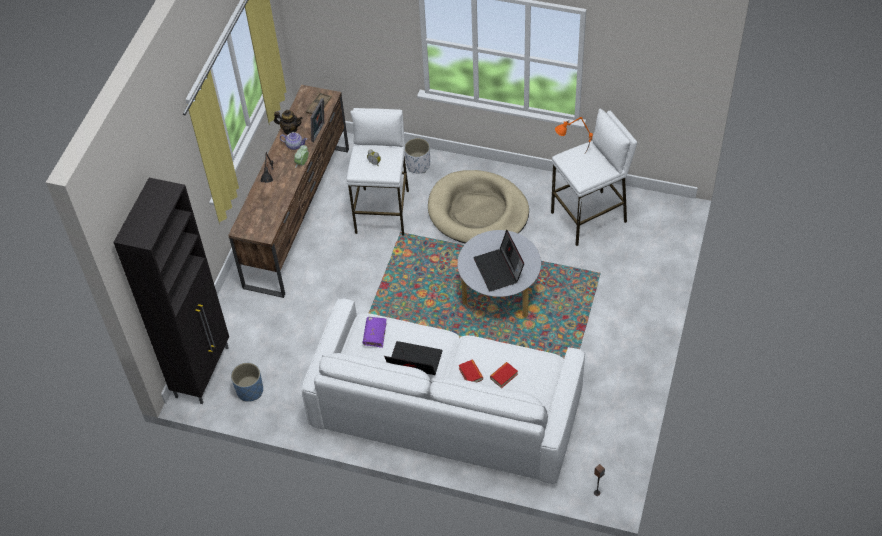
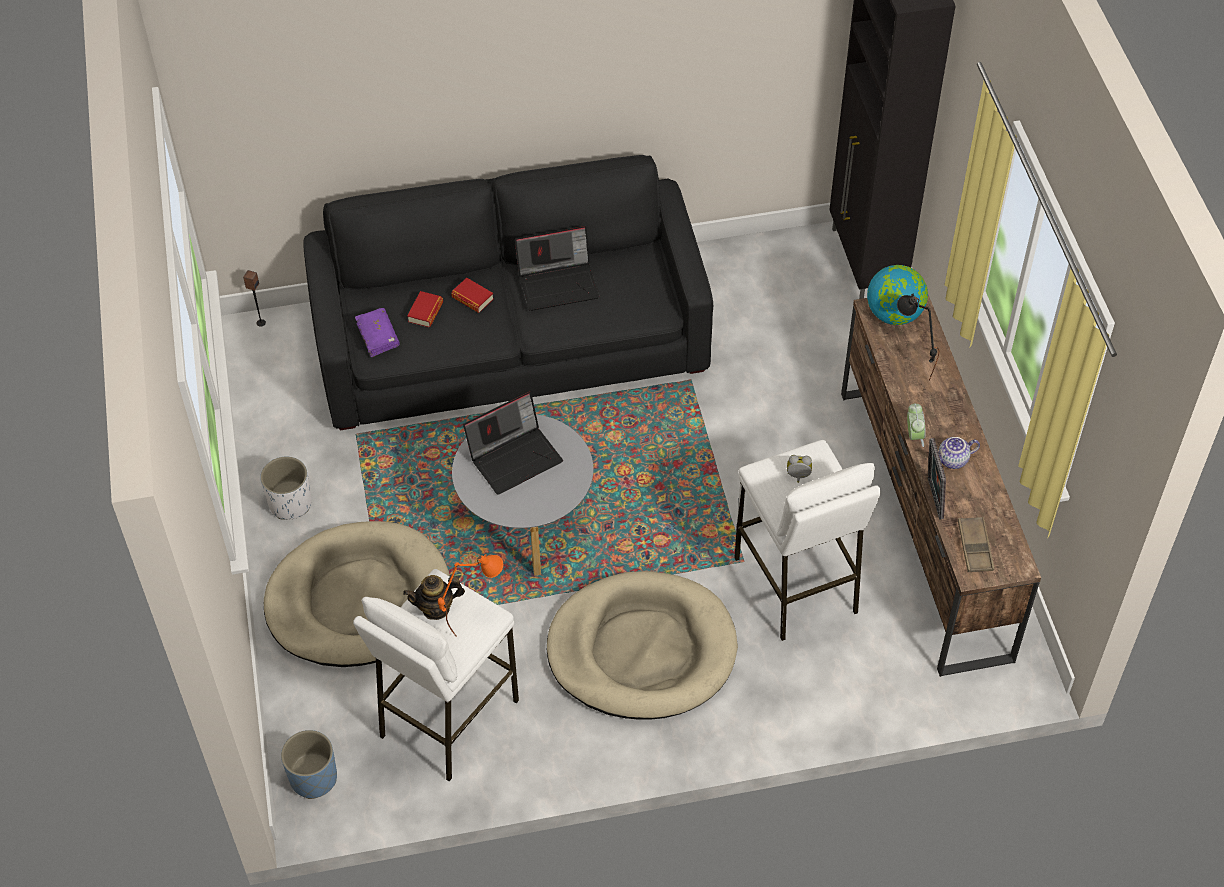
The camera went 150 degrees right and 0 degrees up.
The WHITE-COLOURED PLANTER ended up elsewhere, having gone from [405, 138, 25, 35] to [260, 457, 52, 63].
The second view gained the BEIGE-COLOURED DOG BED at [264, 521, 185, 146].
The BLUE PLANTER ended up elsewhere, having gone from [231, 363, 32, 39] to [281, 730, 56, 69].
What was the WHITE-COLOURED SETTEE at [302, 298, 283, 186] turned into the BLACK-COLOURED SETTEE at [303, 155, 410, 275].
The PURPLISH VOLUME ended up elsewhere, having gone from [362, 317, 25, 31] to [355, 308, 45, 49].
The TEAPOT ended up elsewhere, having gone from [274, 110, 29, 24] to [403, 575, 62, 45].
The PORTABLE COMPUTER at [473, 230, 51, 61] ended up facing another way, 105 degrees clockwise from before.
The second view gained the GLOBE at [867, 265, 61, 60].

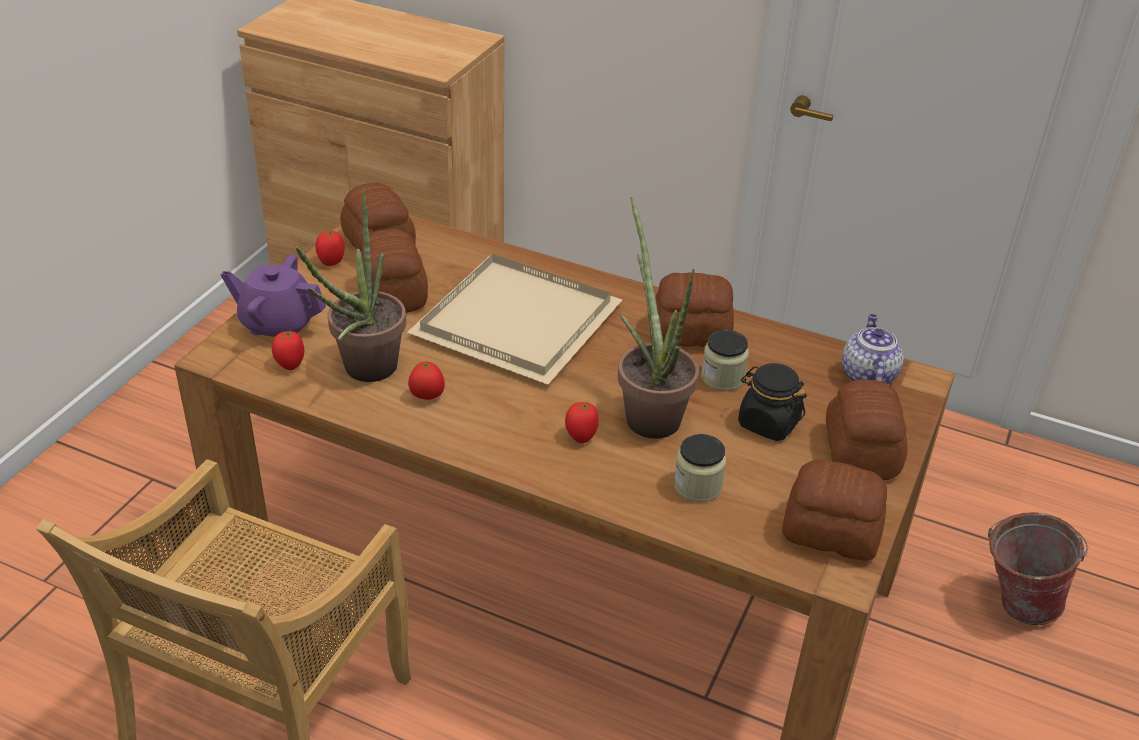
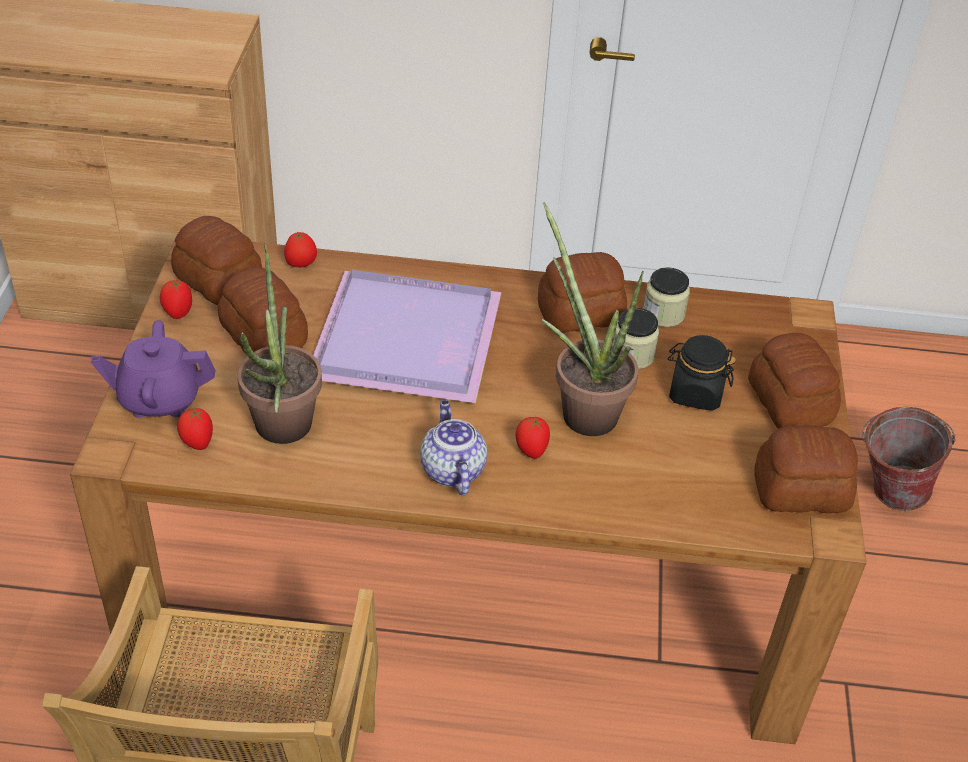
The camera went 20 degrees left and 5 degrees up.
The TOMATO ended up elsewhere, having gone from [408, 361, 37, 39] to [284, 232, 33, 35].
What was the BEIGE-COLOURED CARRYING TRAY at [407, 254, 215, 130] turned into the PURPLISH CARRYING TRAY at [313, 270, 189, 133].
The TEAPOT ended up elsewhere, having gone from [842, 314, 62, 70] to [420, 400, 67, 95].
The STORAGE JAR ended up elsewhere, having gone from [674, 434, 52, 68] to [643, 267, 47, 60].

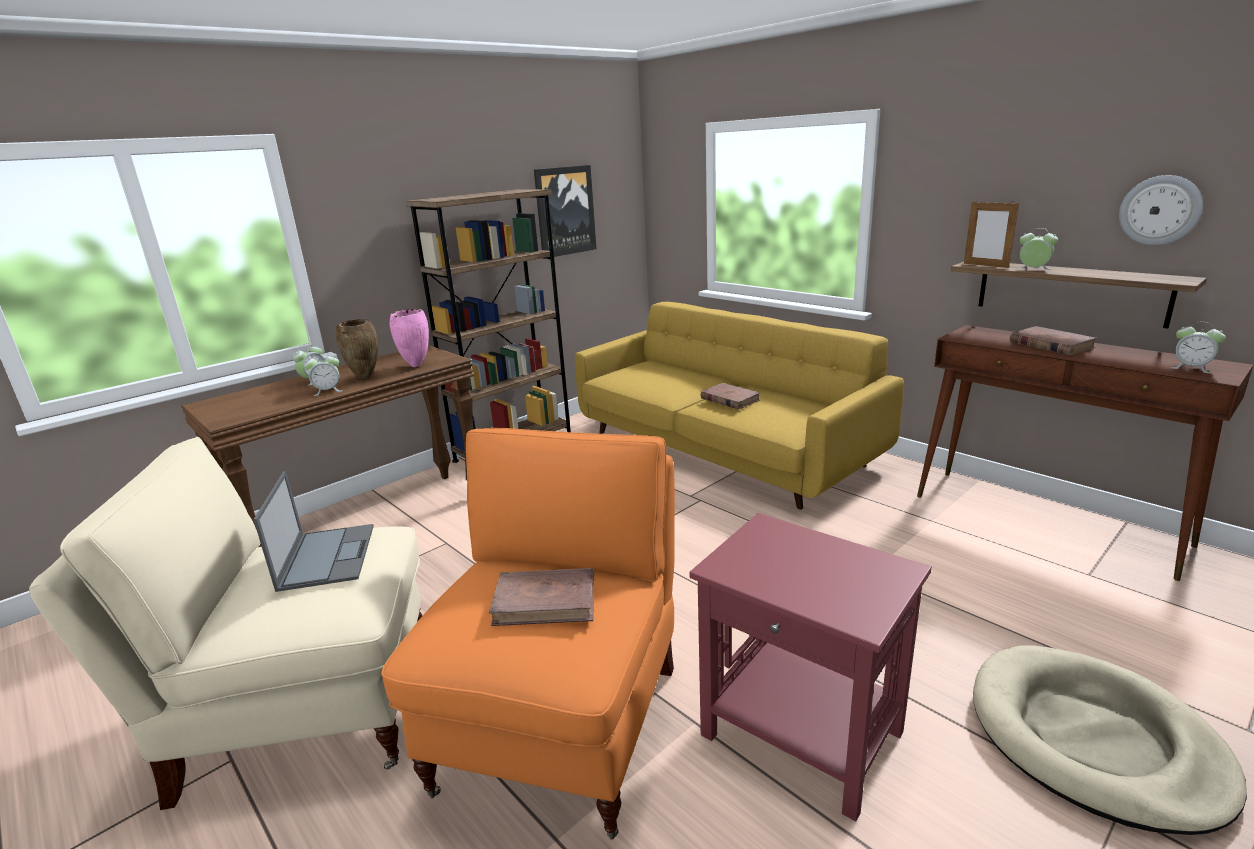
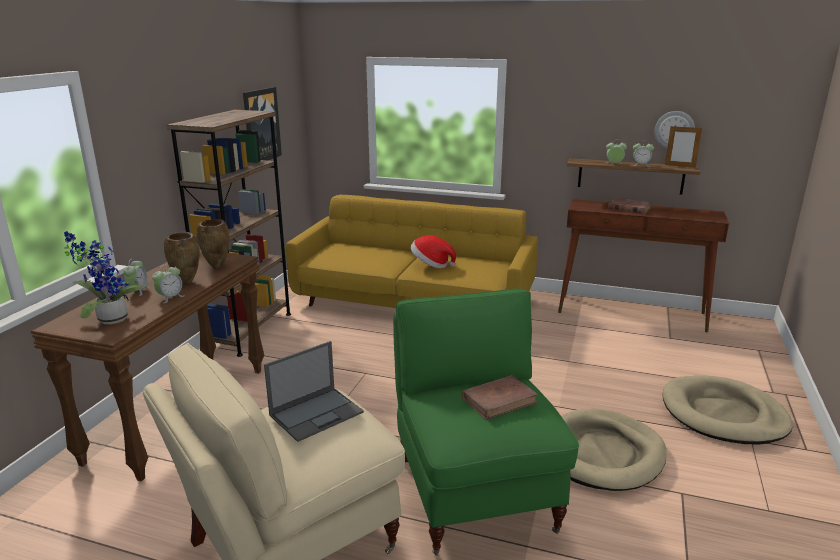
The camera went 30 degrees left and 0 degrees up.
The second view gained the PLANT IN A POT at [64, 231, 78, 93].
What was the PINK FLOWER VASE at [390, 309, 39, 58] turned into the BROWN FLOWER VASE at [197, 219, 33, 50].
The PORTABLE COMPUTER at [253, 471, 121, 121] ended up facing another way, 90 degrees clockwise from before.
What was the ORANGEY LOUNGE CHAIR at [381, 428, 294, 412] turned into the GREEN LOUNGE CHAIR at [393, 289, 186, 266].
Where the BROWN VOLUME stood at [701, 383, 59, 27], the WEARABLE HAT came to stand at [411, 235, 45, 33].
Where the RED END TABLE stood at [689, 513, 243, 309], the BEIGE-COLOURED DOG BED came to stand at [561, 408, 106, 83].
The ALARM CLOCK ended up elsewhere, having gone from [1171, 322, 55, 51] to [633, 140, 21, 27].
The PICTURE FRAME ended up elsewhere, having gone from [964, 202, 55, 66] to [665, 125, 37, 43].

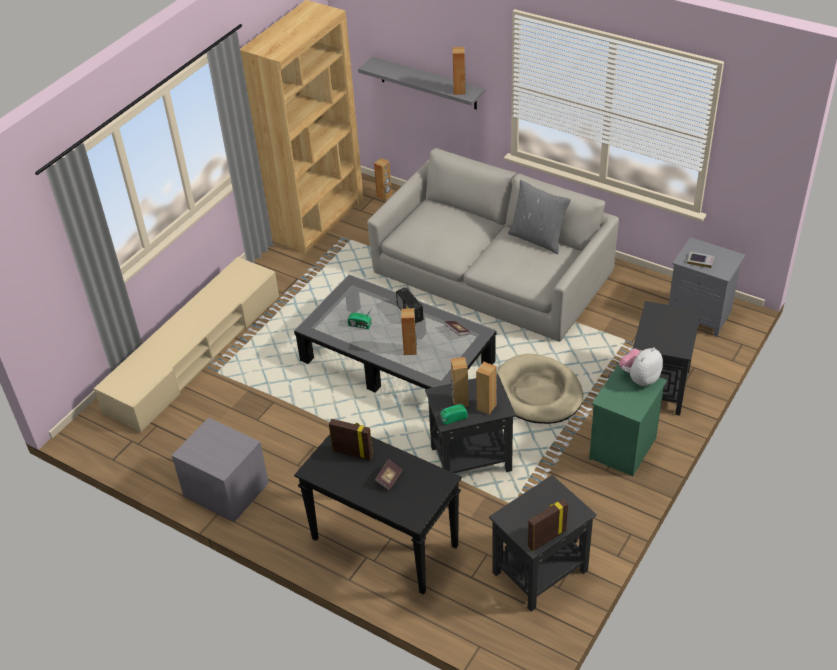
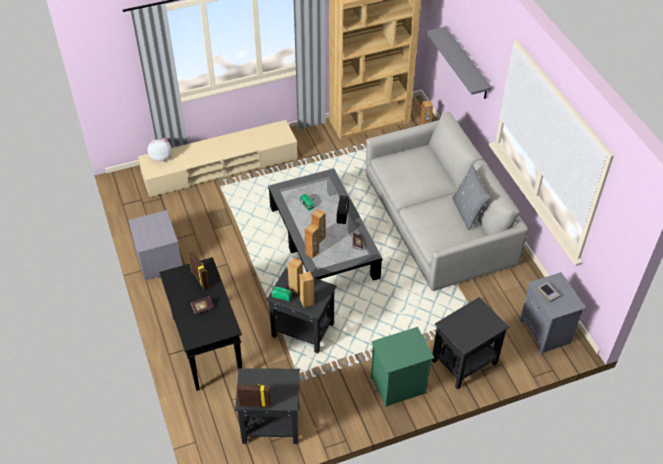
The camera went 35 degrees right and 5 degrees up.
The CUDDLY TOY ended up elsewhere, having gone from [619, 347, 44, 39] to [147, 138, 25, 24].
The BROWN AUDIO SPEAKER ended up elsewhere, having gone from [452, 47, 14, 48] to [305, 223, 14, 36].
The second view lost the BEIGE-COLOURED DOG BED at [496, 354, 87, 70].

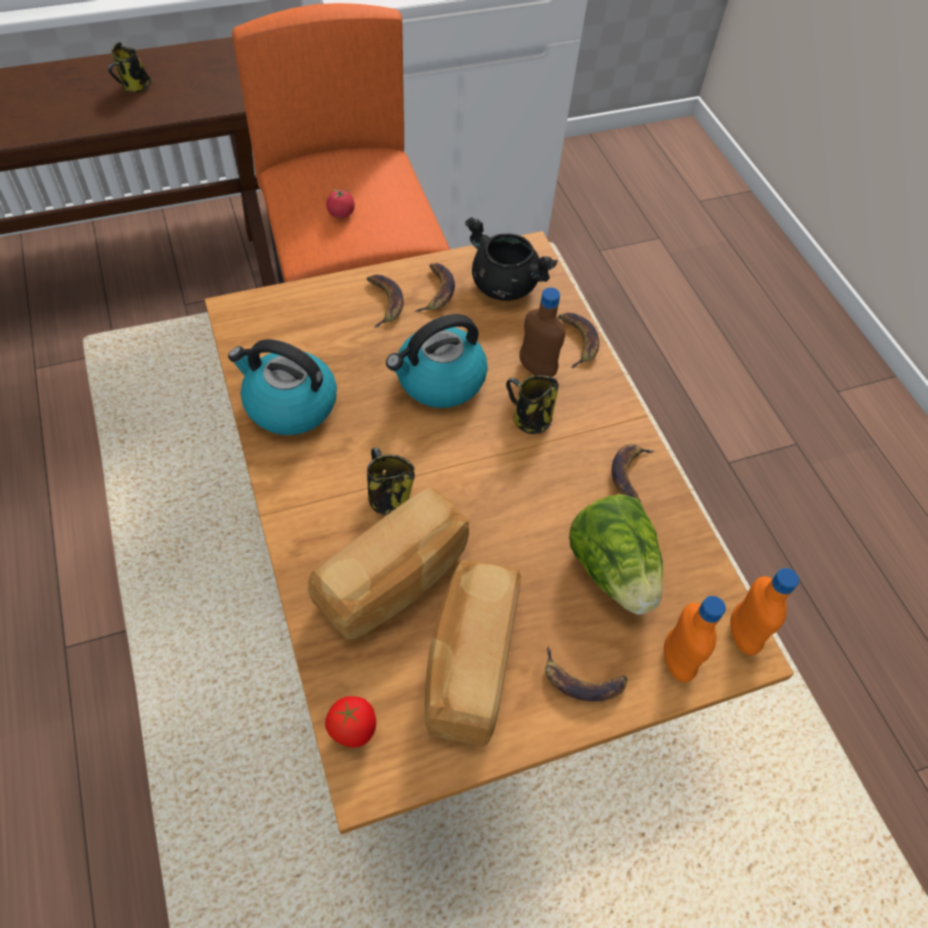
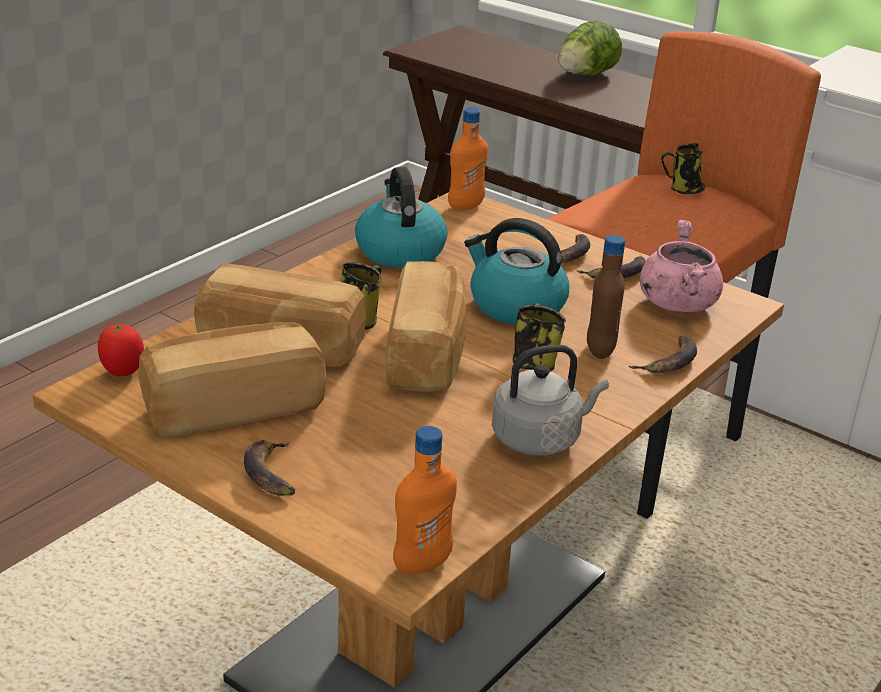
The camera went 60 degrees right and 25 degrees down.
The second view gained the BAKERY BREAD at [386, 261, 80, 131].
The ORANGEY BOTTLE ended up elsewhere, having gone from [664, 596, 62, 87] to [448, 107, 40, 103].
Where the WHOLE BANANA stood at [612, 444, 43, 58], the GREY TEA KETTLE came to stand at [492, 345, 117, 111].
The HEAD OF LETTUCE ended up elsewhere, having gone from [569, 494, 94, 121] to [558, 20, 64, 55].
What was the BLACK-COLOURED COOKING POT at [465, 217, 93, 84] turned into the PINK COOKING POT at [640, 219, 83, 93].
The MUG ended up elsewhere, having gone from [108, 42, 43, 51] to [661, 143, 44, 51].
The second view lost the TOMATO at [326, 189, 29, 29].

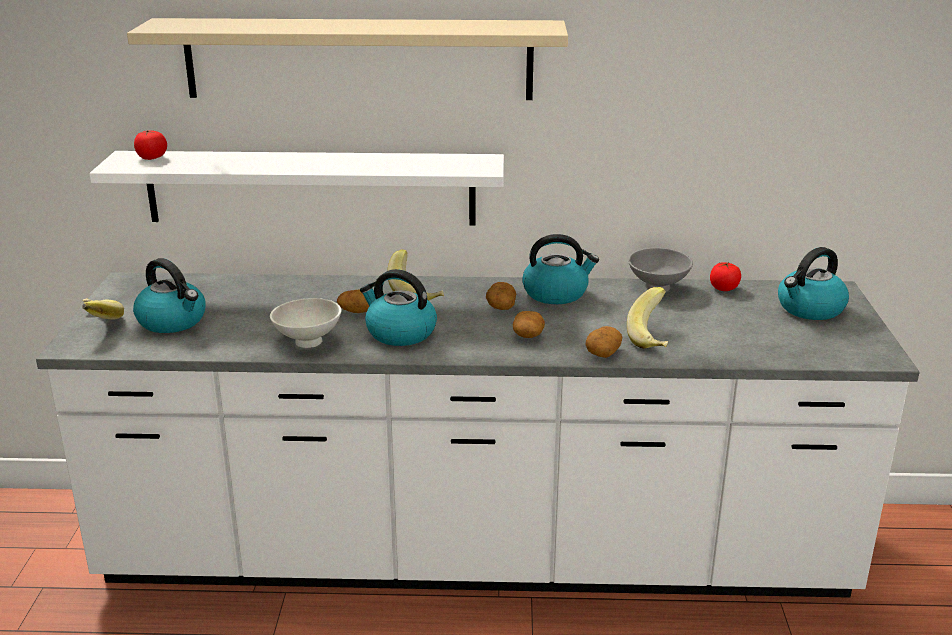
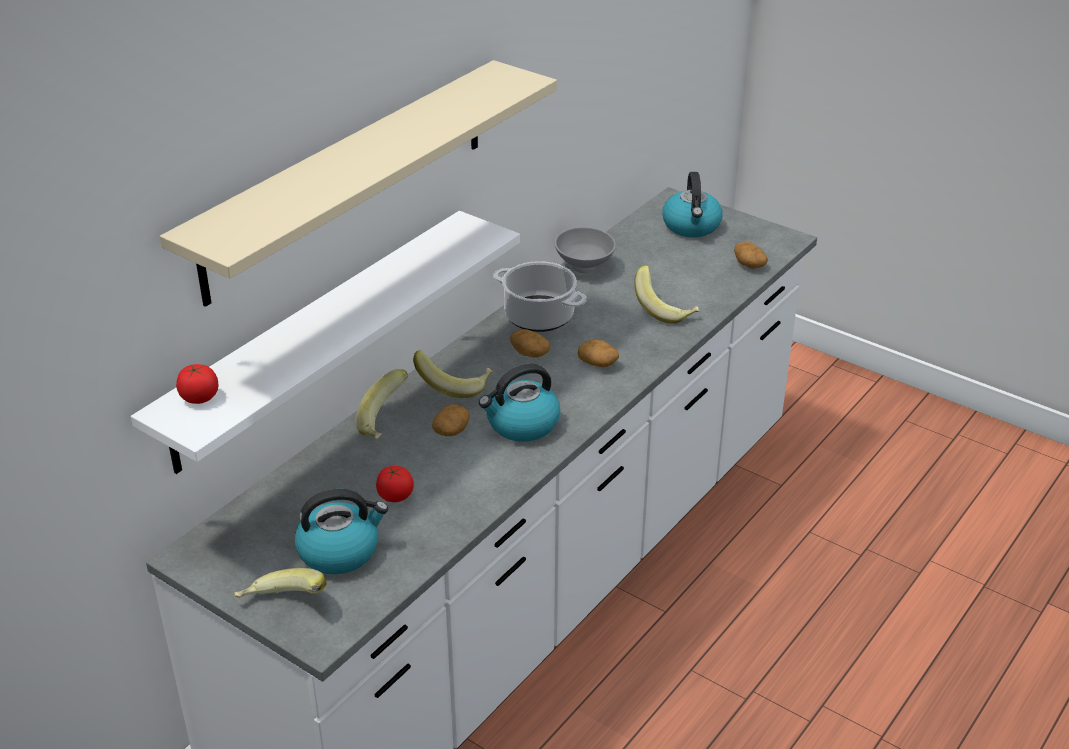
The camera went 55 degrees left and 10 degrees up.
The second view gained the WHOLE BANANA at [355, 369, 53, 70].
The TOMATO ended up elsewhere, having gone from [710, 262, 31, 29] to [376, 466, 38, 36].
Where the TEA KETTLE stood at [522, 234, 77, 70], the COOKING POT came to stand at [493, 261, 94, 71].
The POTATO ended up elsewhere, having gone from [586, 326, 36, 32] to [734, 242, 34, 27].
The second view lost the WHITE-COLOURED SERVING BOWL at [270, 298, 71, 50].

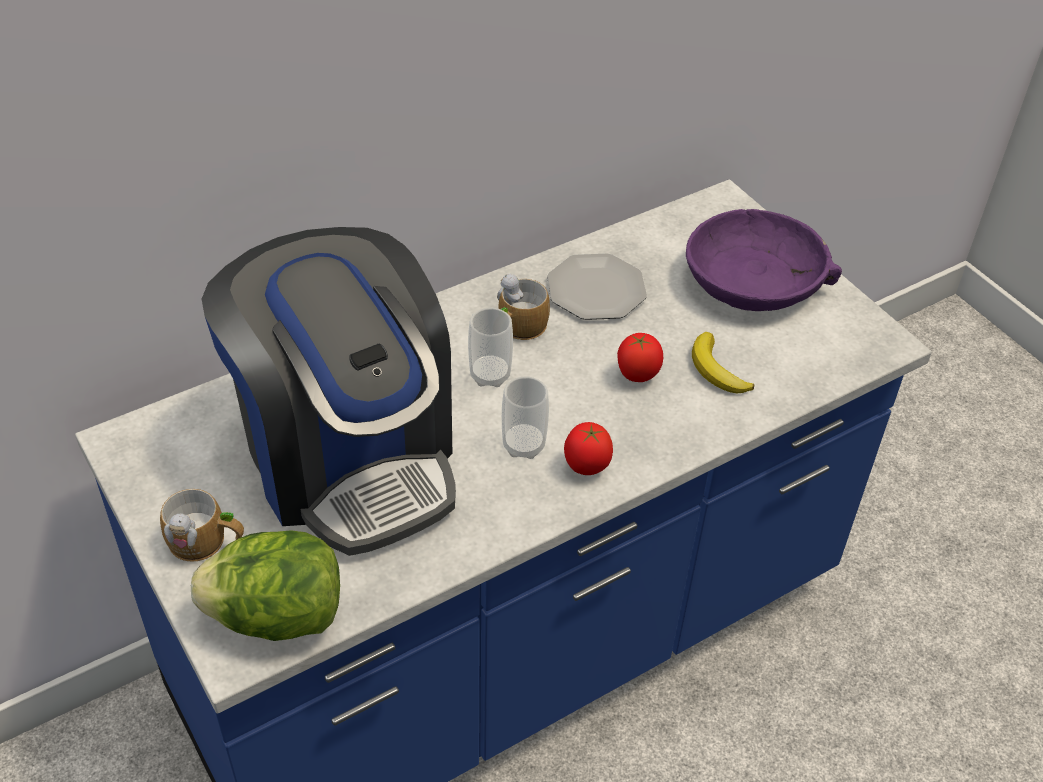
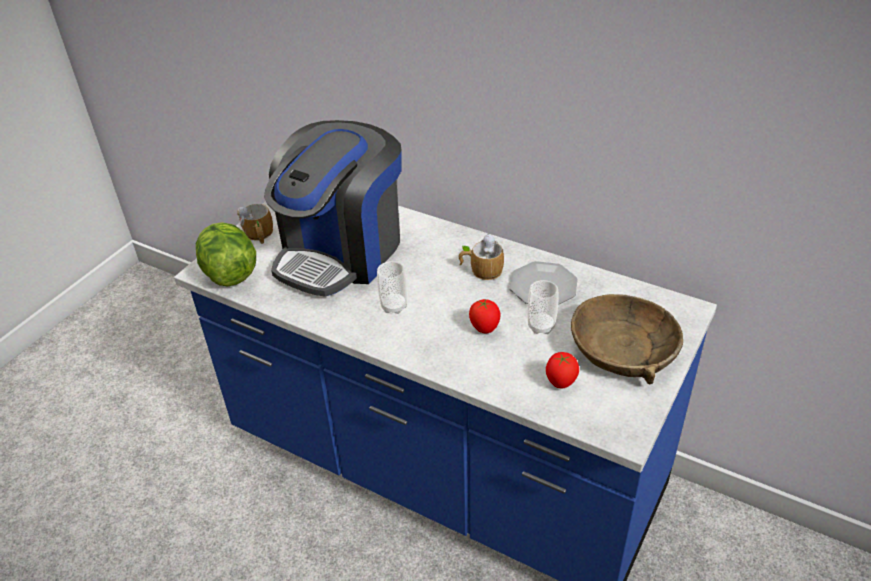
The camera went 65 degrees right and 5 degrees down.
The CUP ended up elsewhere, having gone from [468, 308, 45, 79] to [527, 280, 32, 54].
The TOMATO ended up elsewhere, having gone from [564, 422, 49, 53] to [546, 352, 33, 36].
What was the PURPLISH SERVING BOWL at [686, 209, 156, 102] turned into the BROWN SERVING BOWL at [571, 294, 112, 90].
The second view lost the WHOLE BANANA at [692, 332, 62, 62].

